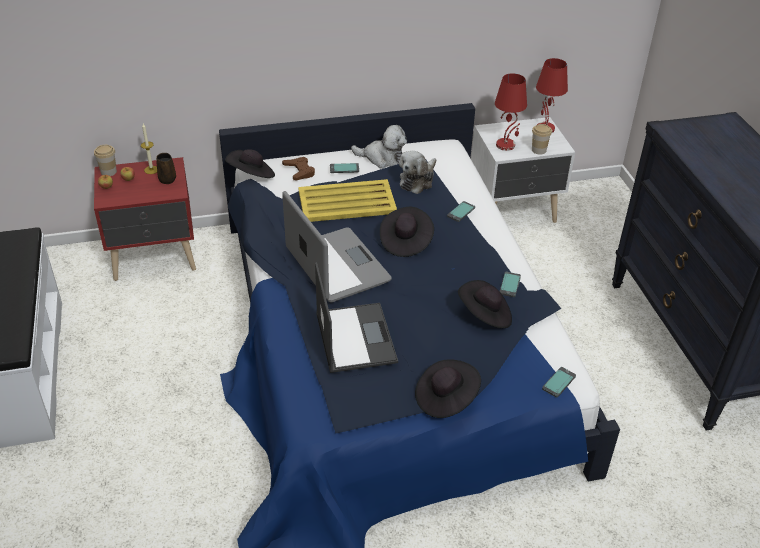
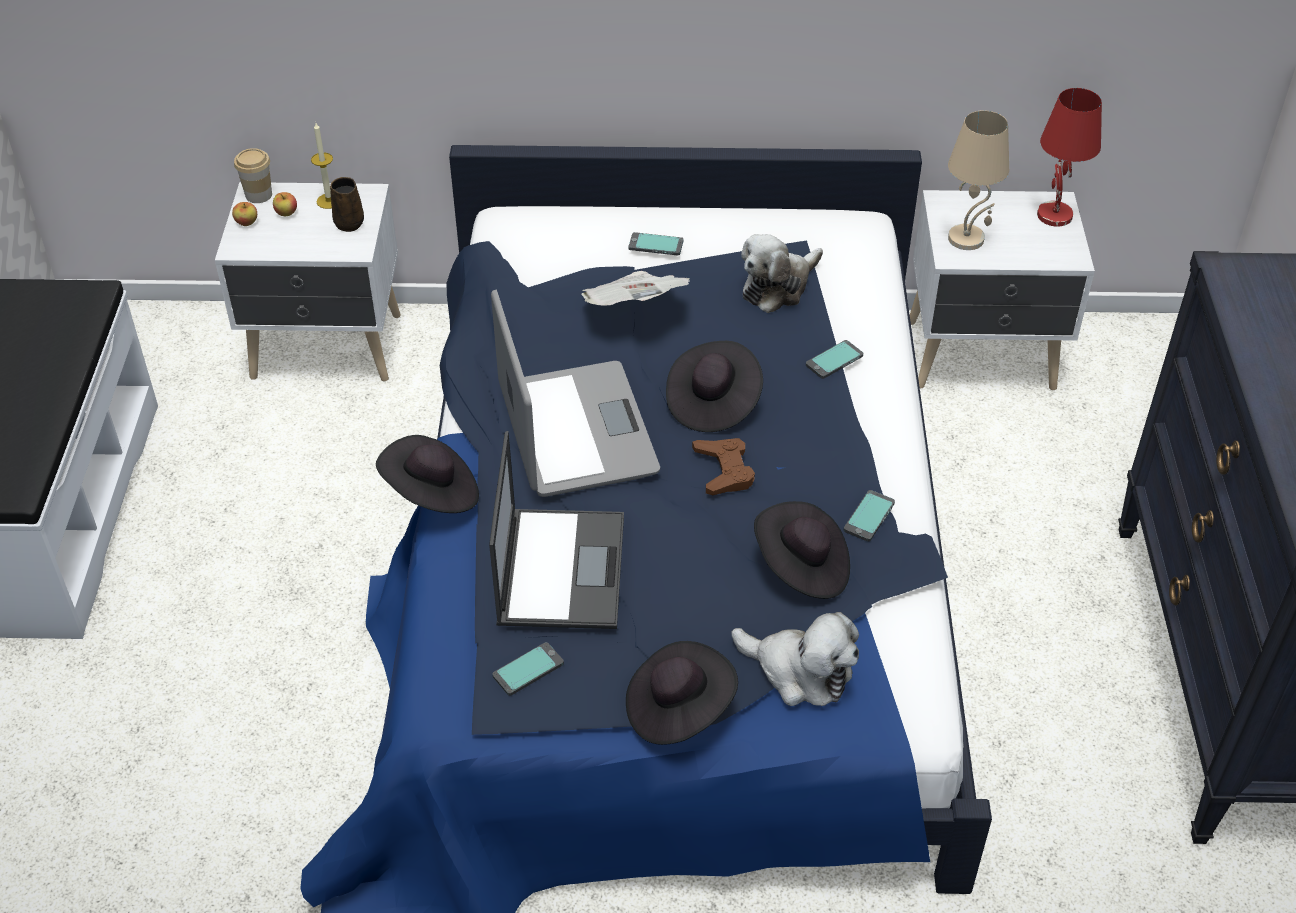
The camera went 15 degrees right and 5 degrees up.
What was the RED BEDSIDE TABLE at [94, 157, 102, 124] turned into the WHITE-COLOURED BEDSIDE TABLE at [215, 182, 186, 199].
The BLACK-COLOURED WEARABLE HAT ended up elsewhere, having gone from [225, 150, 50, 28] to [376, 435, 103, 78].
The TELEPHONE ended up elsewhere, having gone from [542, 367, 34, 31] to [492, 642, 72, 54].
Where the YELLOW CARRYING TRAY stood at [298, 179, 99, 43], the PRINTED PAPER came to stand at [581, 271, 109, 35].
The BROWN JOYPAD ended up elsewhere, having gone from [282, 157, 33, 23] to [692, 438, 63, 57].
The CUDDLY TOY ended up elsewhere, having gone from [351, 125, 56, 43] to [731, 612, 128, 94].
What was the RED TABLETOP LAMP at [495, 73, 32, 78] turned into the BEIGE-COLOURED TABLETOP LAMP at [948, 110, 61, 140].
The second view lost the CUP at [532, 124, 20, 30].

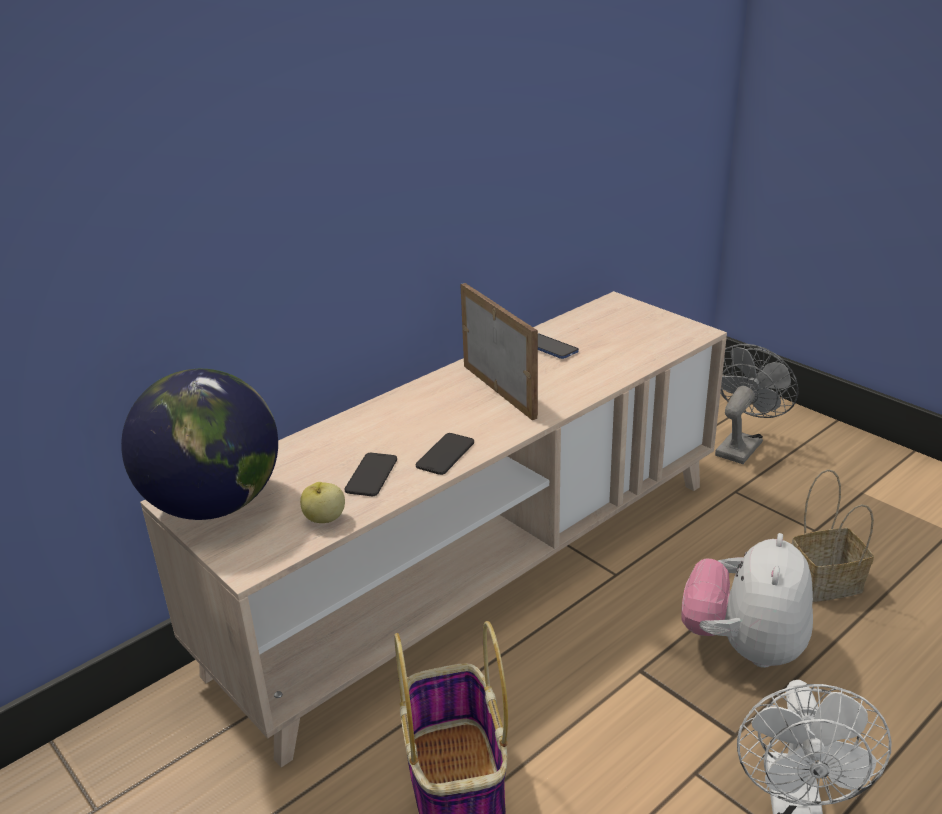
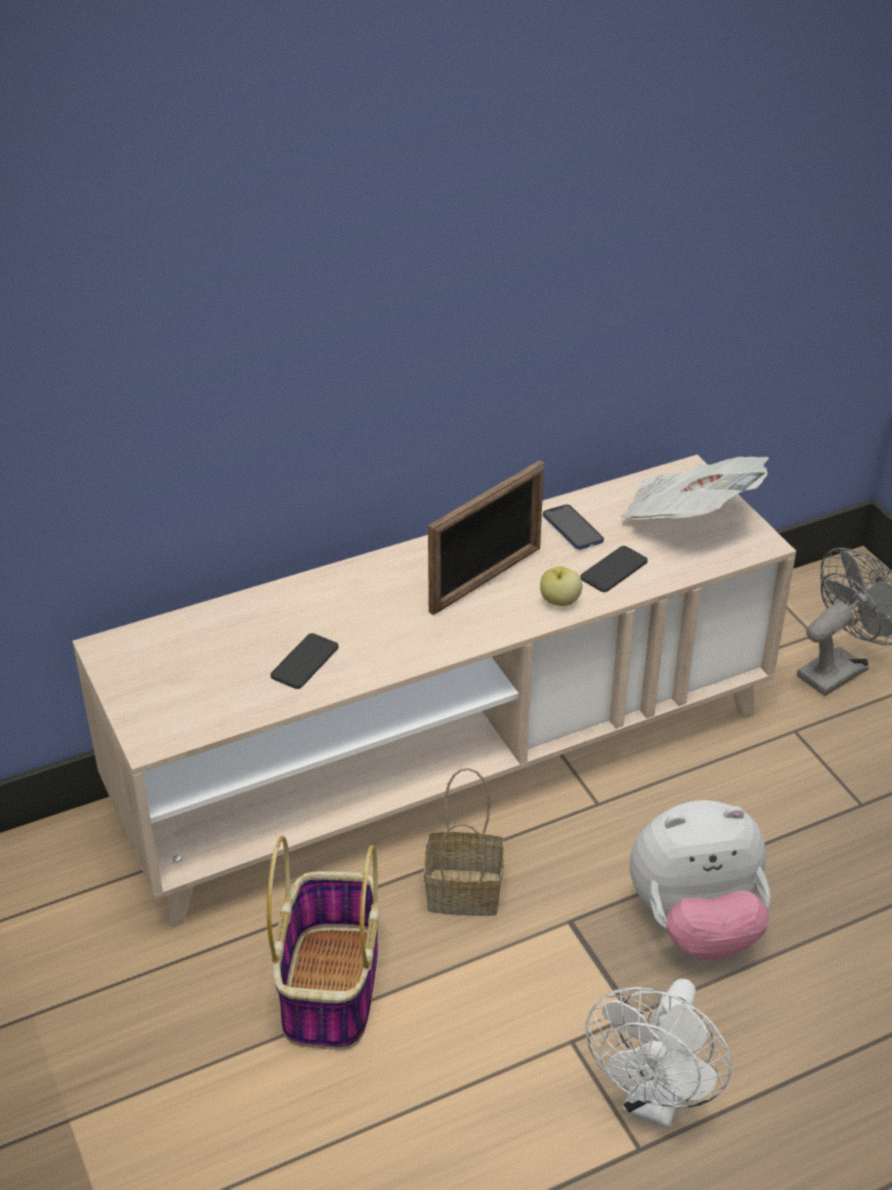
The camera went 15 degrees right and 10 degrees up.
The HOUSEHOLD BASKET ended up elsewhere, having gone from [792, 469, 82, 133] to [424, 768, 80, 148].
The PICTURE FRAME at [460, 283, 78, 137] ended up facing another way, 60 degrees clockwise from before.
The APPLE ended up elsewhere, having gone from [300, 482, 45, 41] to [540, 566, 42, 40].
The TELEPHONE ended up elsewhere, having gone from [416, 433, 58, 42] to [580, 546, 68, 46].
The second view gained the PRINTED PAPER at [621, 457, 148, 62].
The CUDDLY TOY at [681, 533, 132, 135] ended up facing another way, 135 degrees counterclockwise from before.
The second view lost the GLOBE at [121, 369, 157, 151].

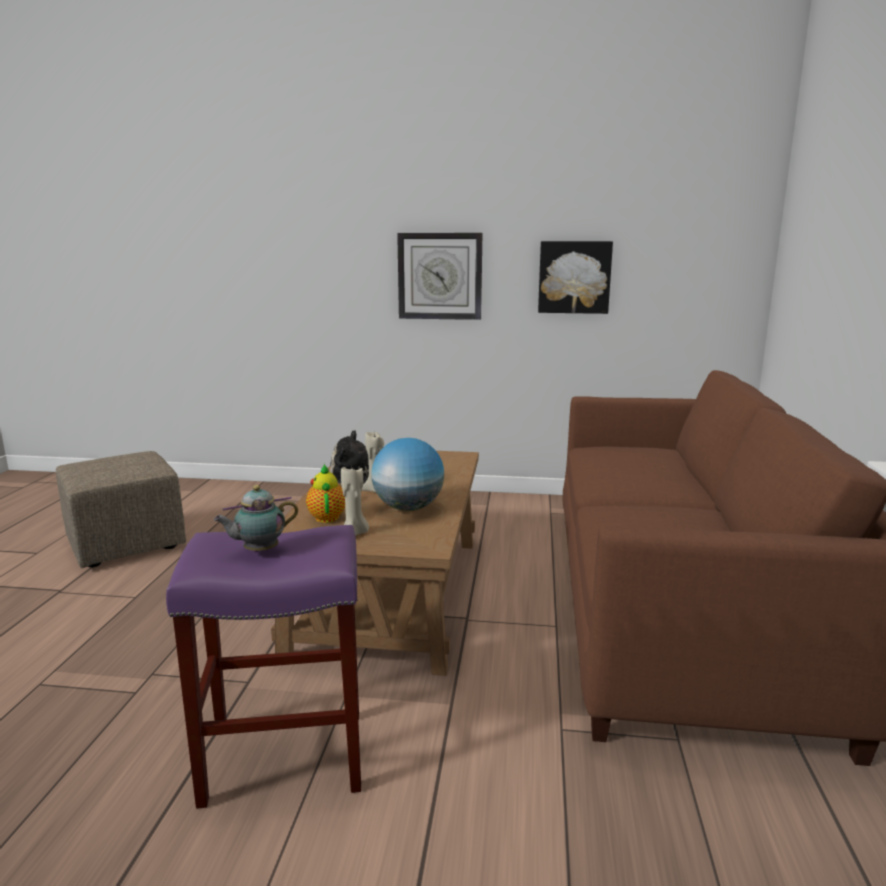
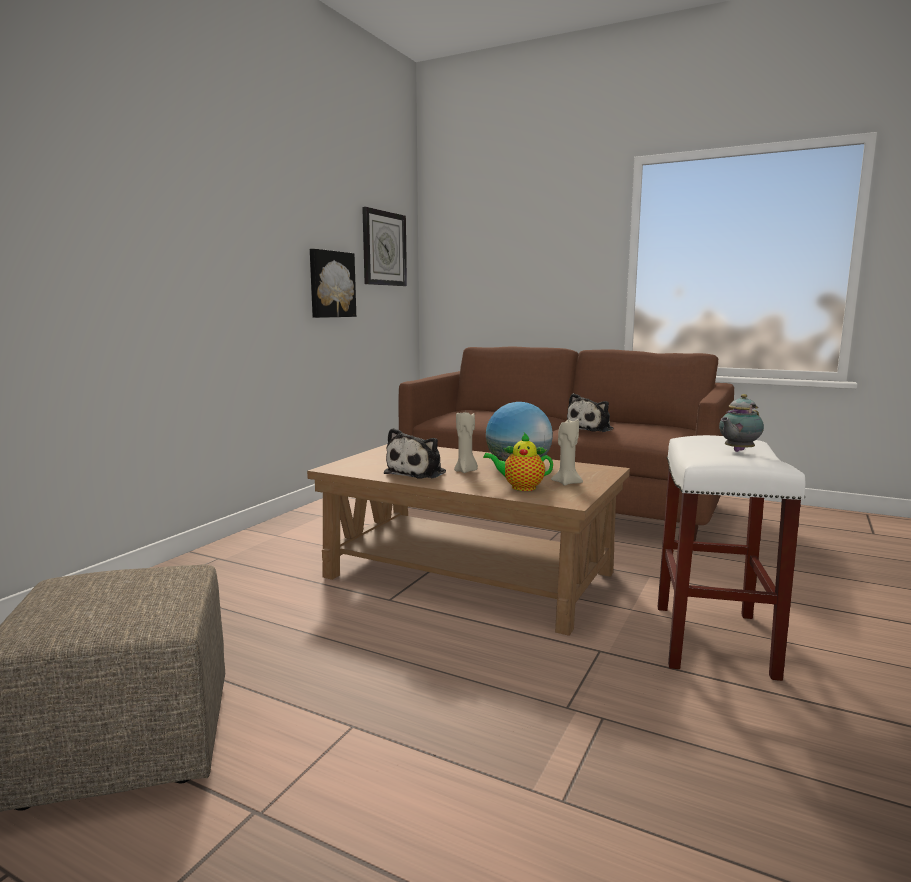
The camera went 70 degrees left and 5 degrees down.
The WALL CLOCK ended up elsewhere, having gone from [397, 233, 85, 87] to [362, 207, 45, 79].
The second view gained the CUDDLY TOY at [567, 393, 46, 39].
What was the PURPLISH STOOL SEAT at [166, 525, 195, 284] turned into the WHITE-COLOURED STOOL SEAT at [657, 435, 148, 246].
The TEAPOT at [213, 485, 85, 67] ended up facing another way, 60 degrees clockwise from before.

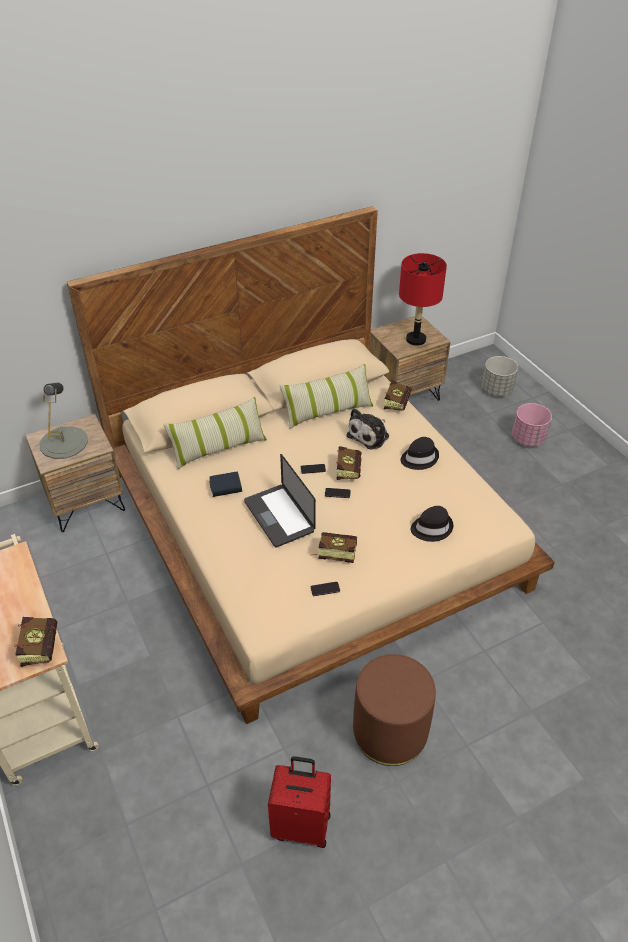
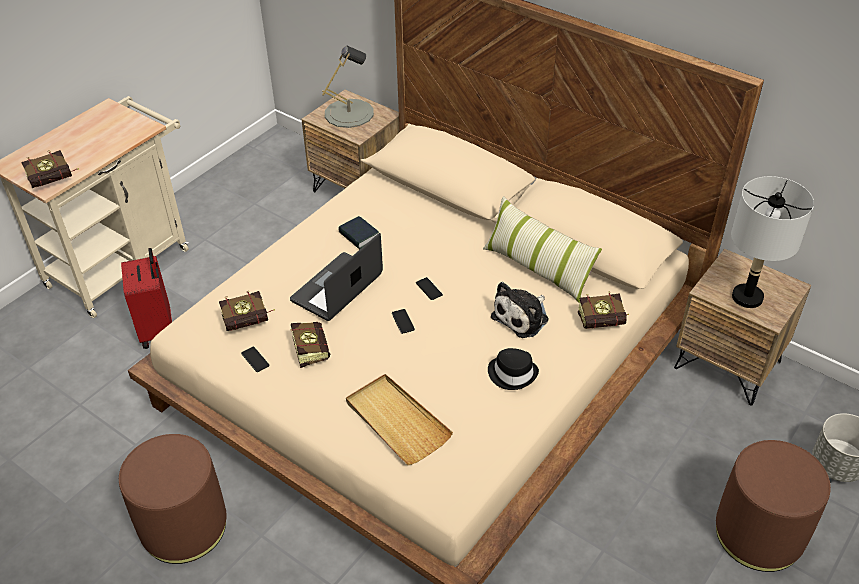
The camera went 65 degrees right and 0 degrees up.
The RED PIECE OF LUGGAGE ended up elsewhere, having gone from [268, 756, 63, 92] to [121, 248, 51, 101].
The VOLUME ended up elsewhere, having gone from [336, 446, 26, 34] to [219, 291, 56, 40].
Where the BLACK-COLOURED WEARABLE HAT stood at [411, 506, 42, 36], the BEIGE-COLOURED CARRYING TRAY came to stand at [346, 374, 107, 91].
The CUDDLY TOY at [346, 409, 43, 41] ended up facing another way, 60 degrees counterclockwise from before.
Where the PINK PLANTER stood at [512, 403, 40, 43], the BROWN OTTOMAN came to stand at [716, 440, 115, 132].
What was the RED TABLETOP LAMP at [399, 253, 48, 93] turned into the GREY TABLETOP LAMP at [731, 176, 83, 132].
The second view lost the CUSHION at [163, 397, 104, 73].

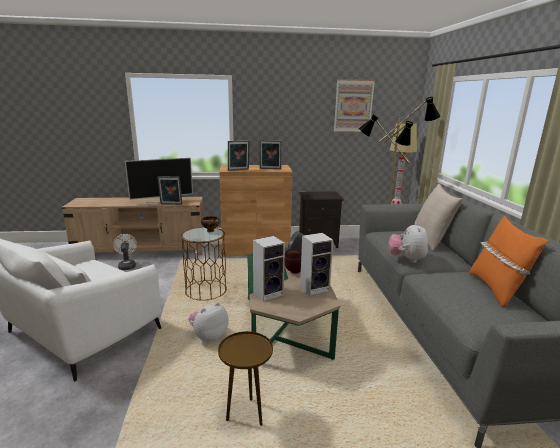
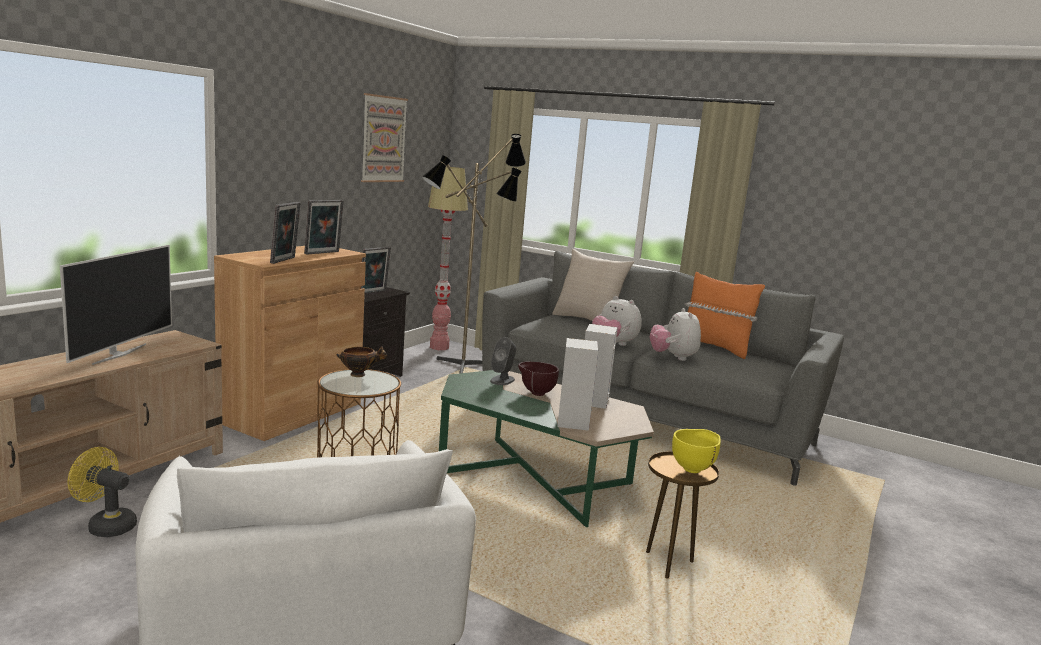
The camera went 55 degrees left and 5 degrees down.
What was the WHITE-COLOURED COOLING FAN at [113, 234, 24, 36] turned into the YELLOW COOLING FAN at [68, 447, 69, 90].
The PICTURE FRAME ended up elsewhere, having gone from [157, 176, 25, 29] to [361, 247, 30, 47].
The CUDDLY TOY ended up elsewhere, having gone from [189, 302, 39, 40] to [650, 308, 51, 53].
The second view gained the YELLOW SERVING BOWL at [672, 429, 48, 44].

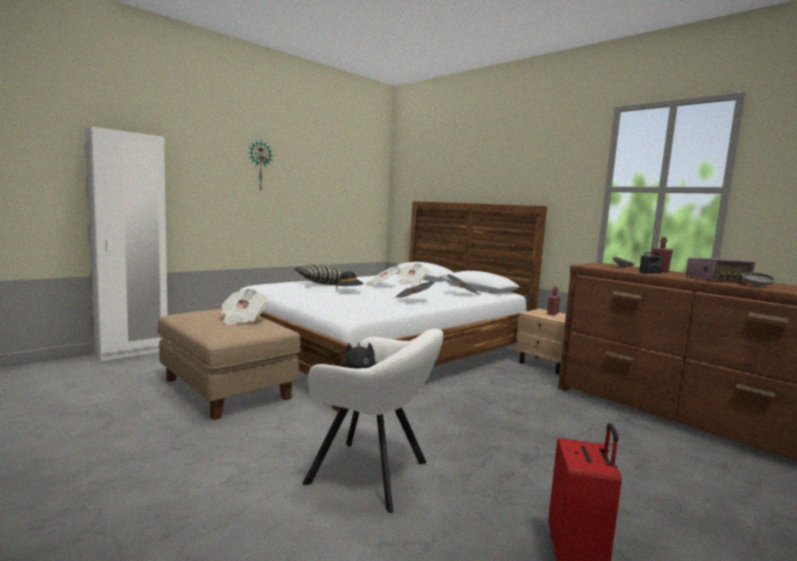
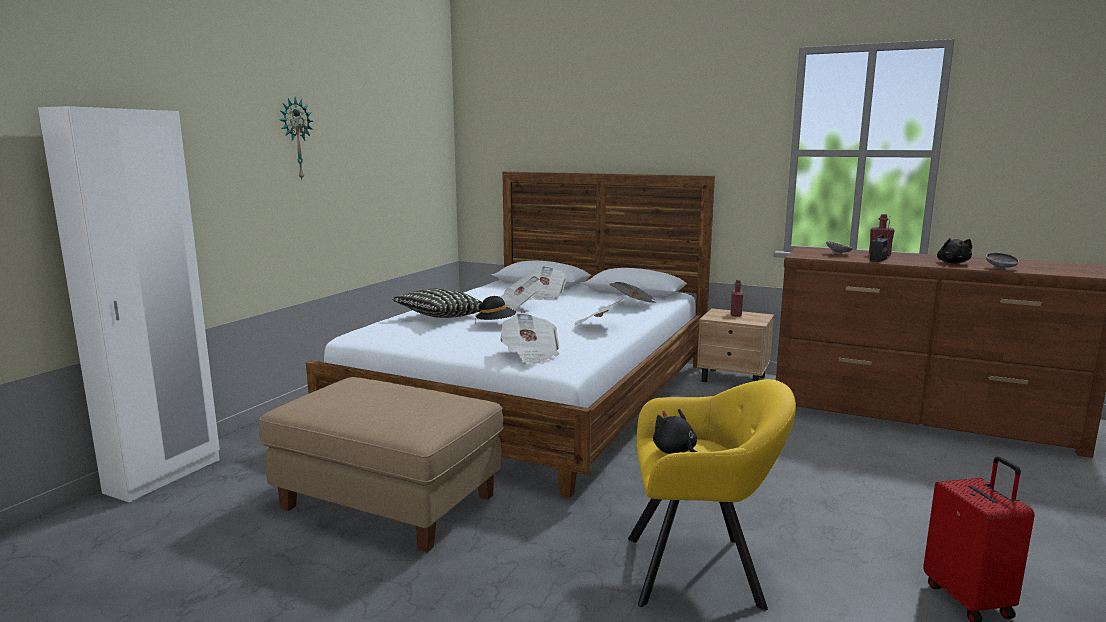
The camera went 20 degrees left and 5 degrees up.
The PRINTED PAPER ended up elsewhere, having gone from [221, 289, 47, 35] to [500, 313, 59, 52].
What was the WHITE-COLOURED LOUNGE CHAIR at [302, 329, 141, 184] turned into the YELLOW LOUNGE CHAIR at [628, 379, 168, 232].
Where the RADIO stood at [685, 258, 71, 25], the BLACK-COLOURED CUDDLY TOY came to stand at [937, 238, 35, 25].

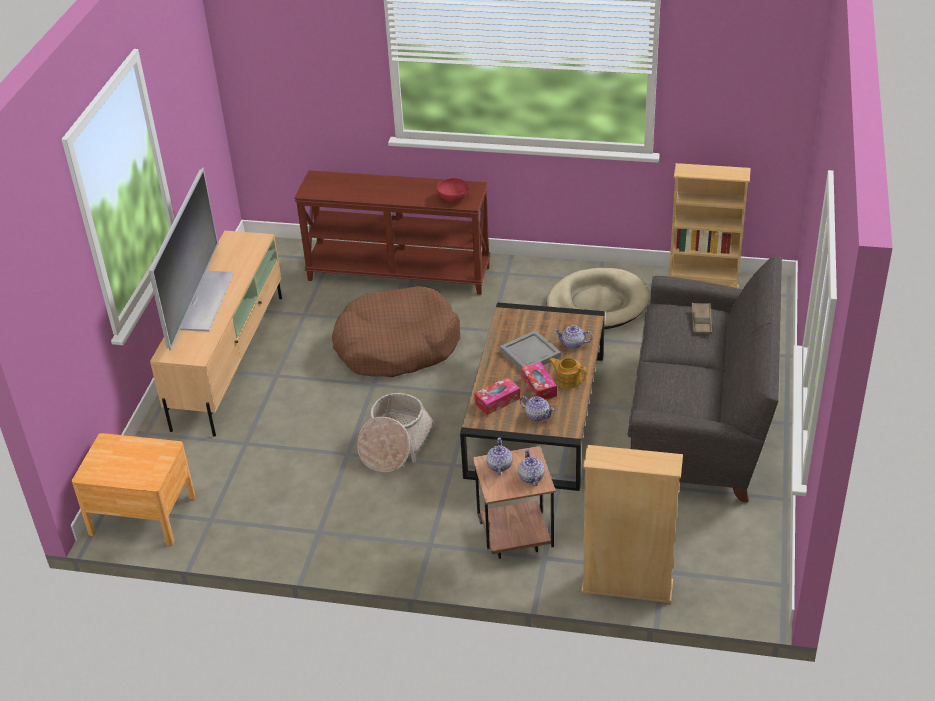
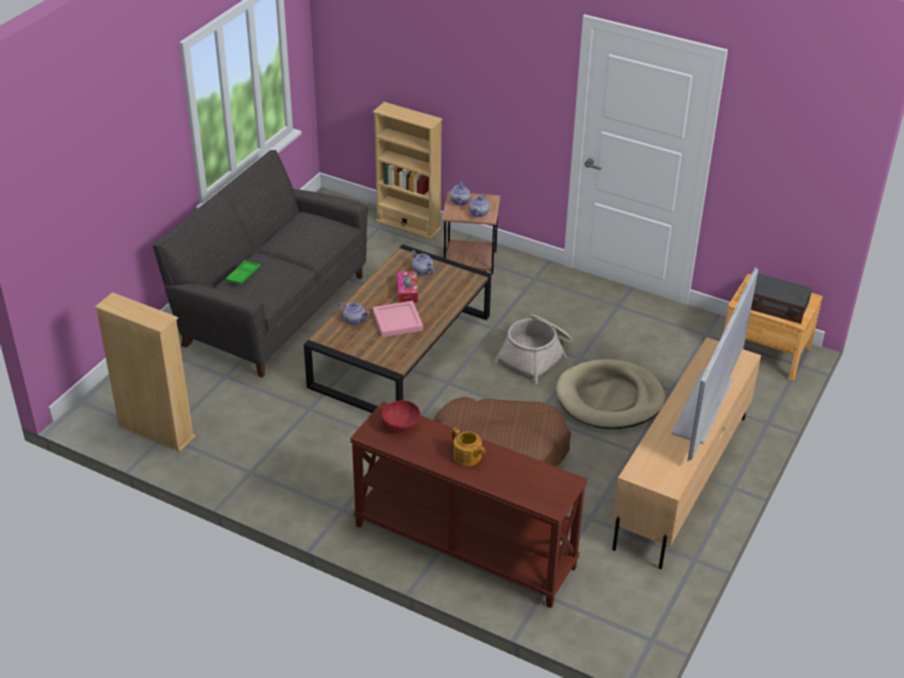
The camera went 165 degrees left and 0 degrees up.
What was the BROWN CARRYING TRAY at [692, 303, 20, 31] turned into the GREEN CARRYING TRAY at [226, 260, 34, 25].
What was the GREY CARRYING TRAY at [500, 330, 61, 40] turned into the PINK CARRYING TRAY at [373, 301, 50, 36].
The TEAPOT ended up elsewhere, having gone from [549, 358, 38, 31] to [451, 427, 34, 39].
The BEIGE-COLOURED DOG BED ended up elsewhere, having gone from [547, 268, 102, 61] to [556, 359, 109, 70].
The second view gained the RADIO at [751, 274, 61, 50].
The second view lost the TISSUE HOLDER at [474, 377, 46, 38].

